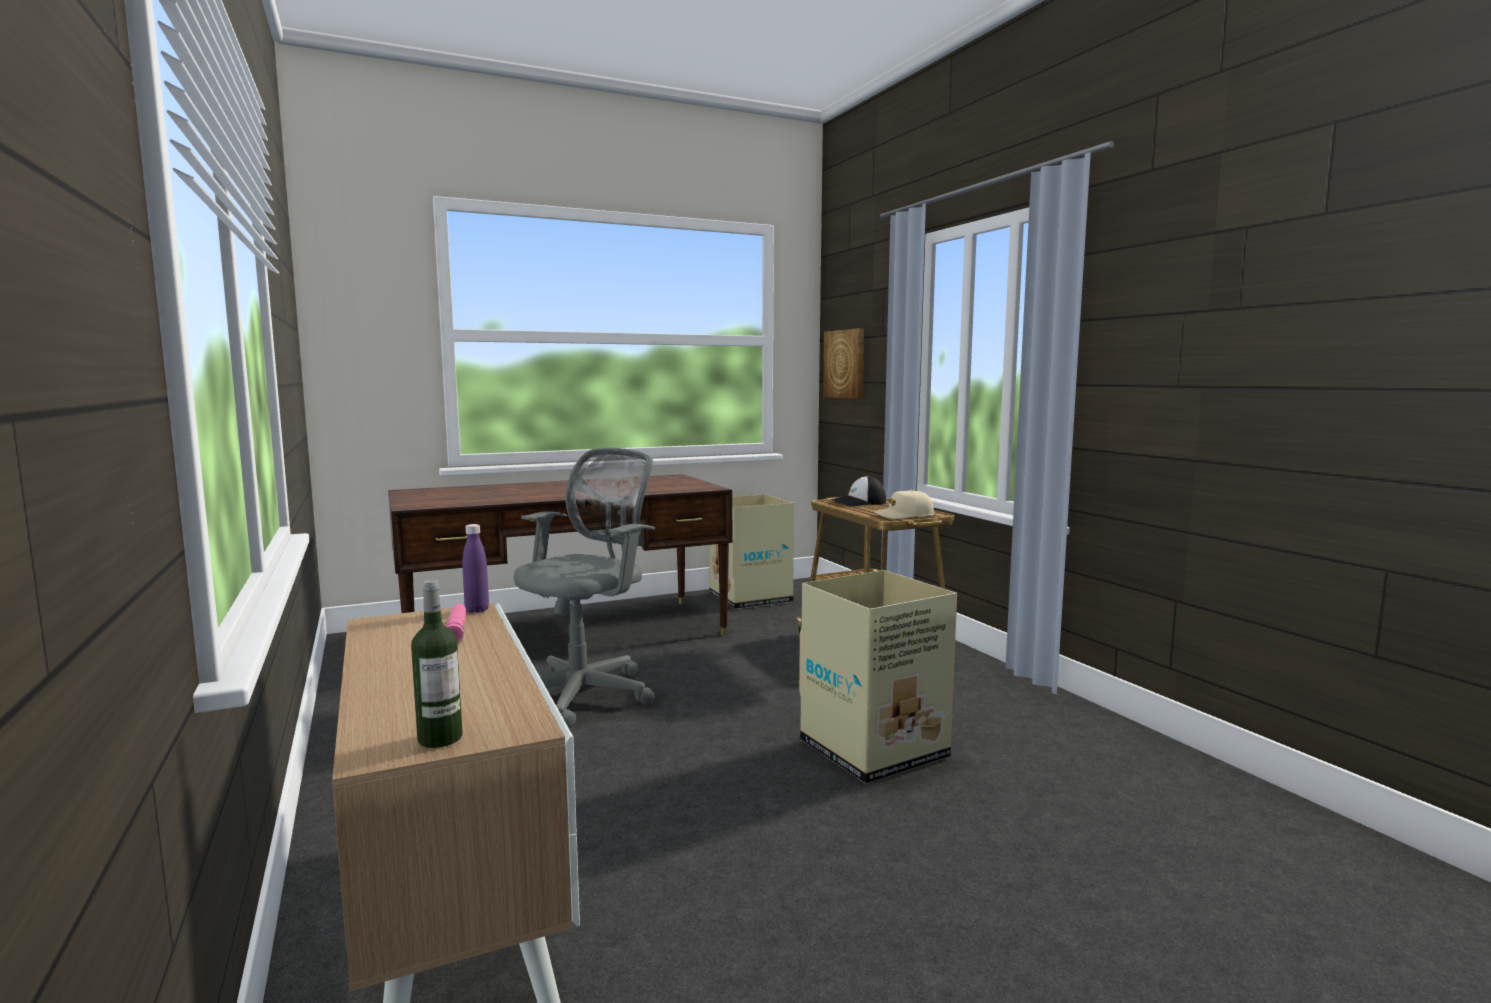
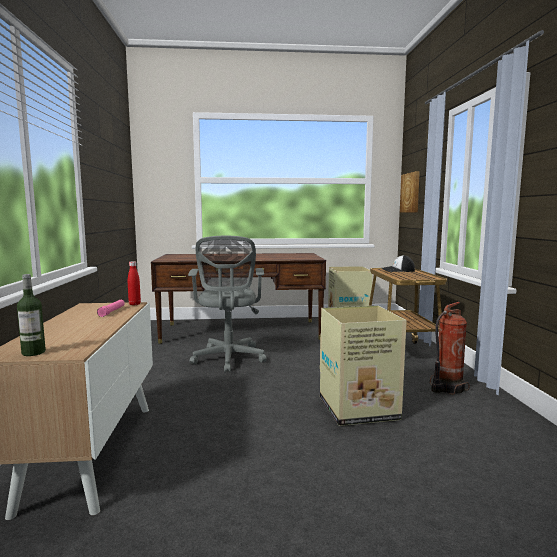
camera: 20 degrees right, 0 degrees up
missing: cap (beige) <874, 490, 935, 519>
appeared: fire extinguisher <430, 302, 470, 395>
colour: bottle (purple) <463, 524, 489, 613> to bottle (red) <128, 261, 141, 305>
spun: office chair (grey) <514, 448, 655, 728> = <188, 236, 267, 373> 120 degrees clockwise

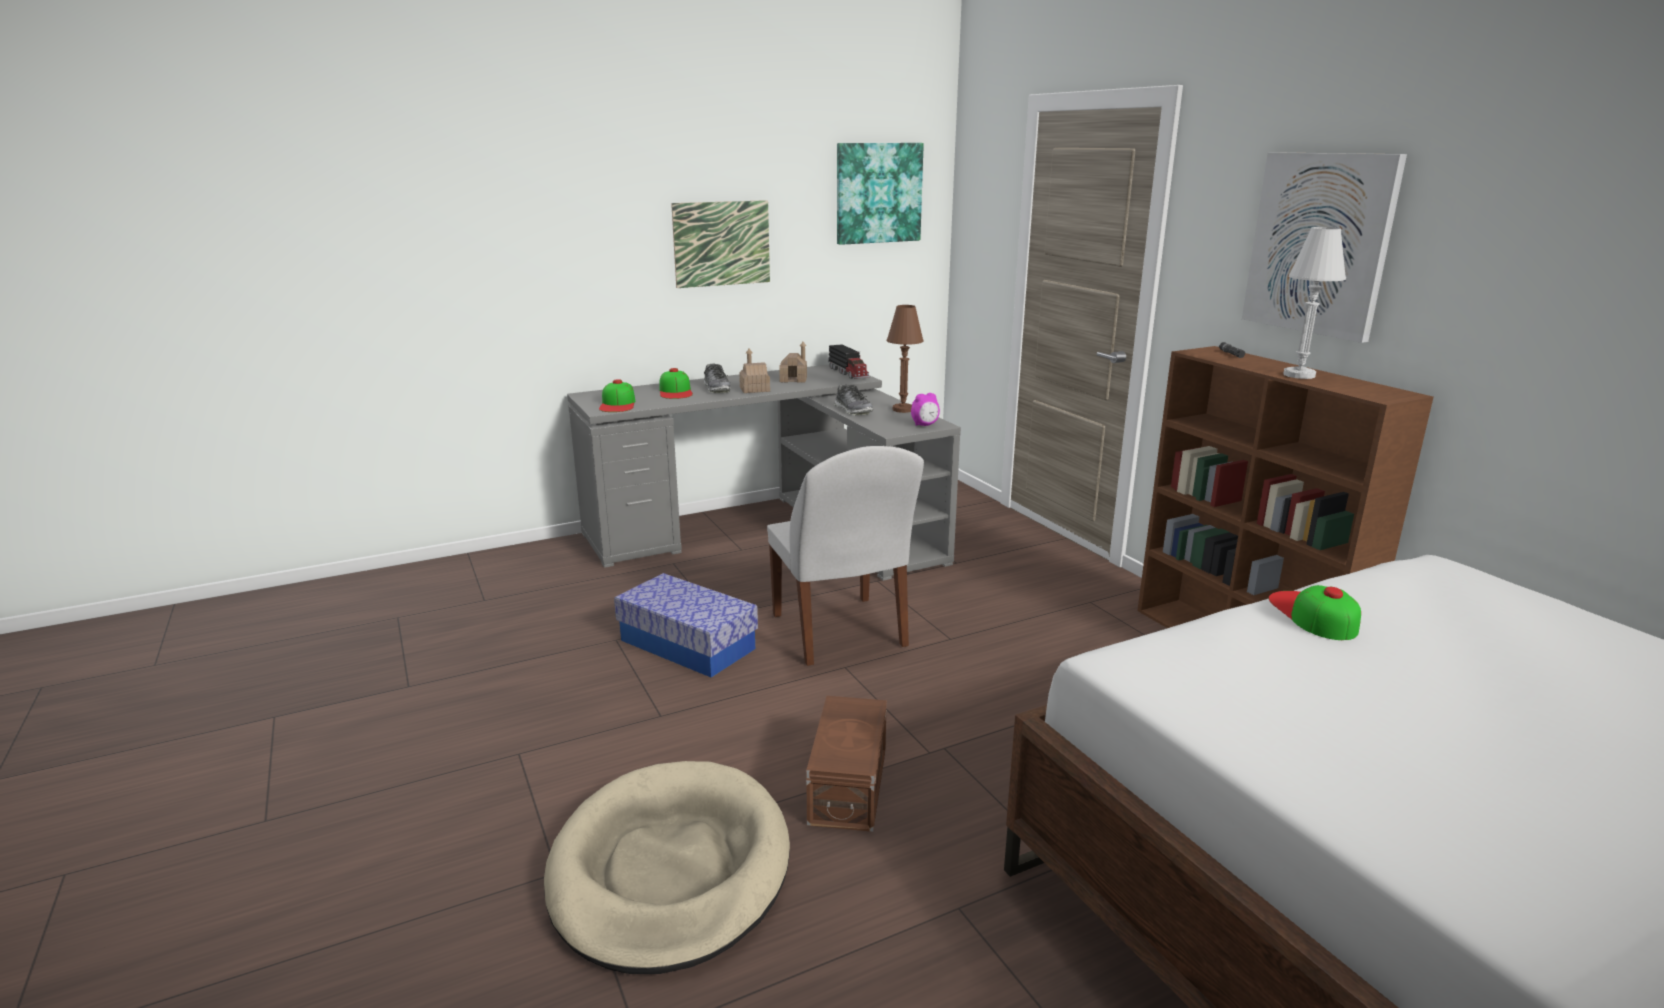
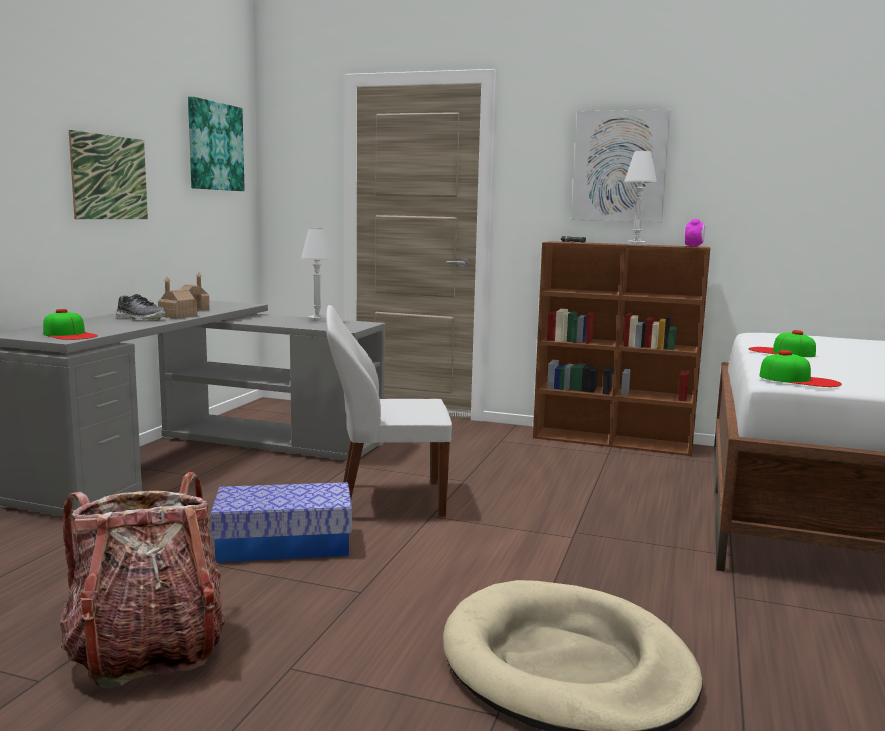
camera: 45 degrees left, 10 degrees down
missing: storage box (brown) <806, 696, 887, 832>; toy truck <828, 344, 870, 379>; shoe <834, 384, 873, 415>
appeared: backpack <60, 472, 226, 689>
relocated: cap <659, 368, 693, 399> to <759, 350, 842, 387>; alarm clock <911, 393, 940, 426> to <685, 219, 705, 247>
colour: table lamp (brown) <887, 305, 923, 413> to table lamp (white) <301, 228, 333, 321>
spun: chair (white) <767, 446, 924, 666> = <326, 305, 452, 517> 150 degrees clockwise

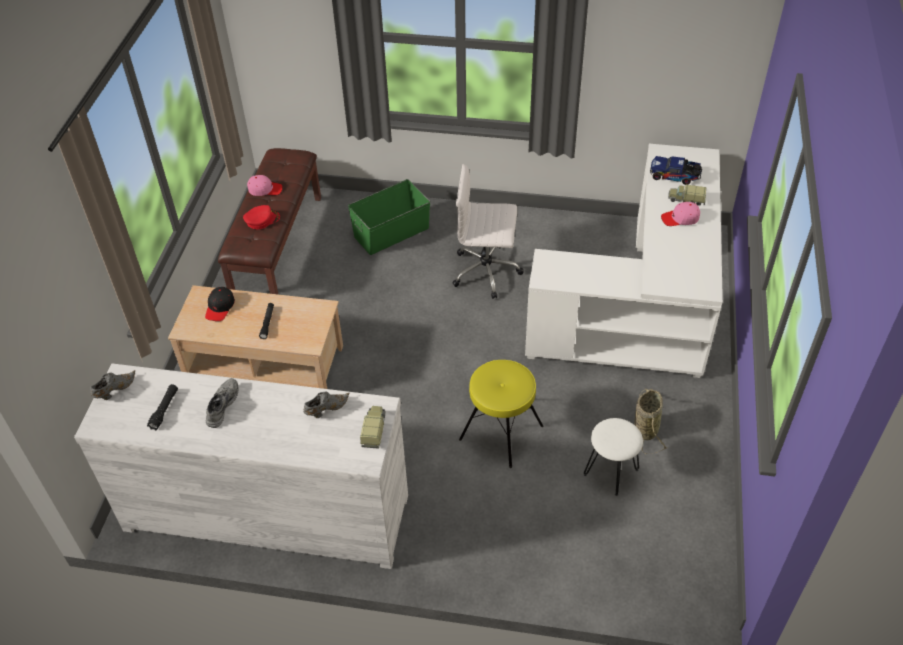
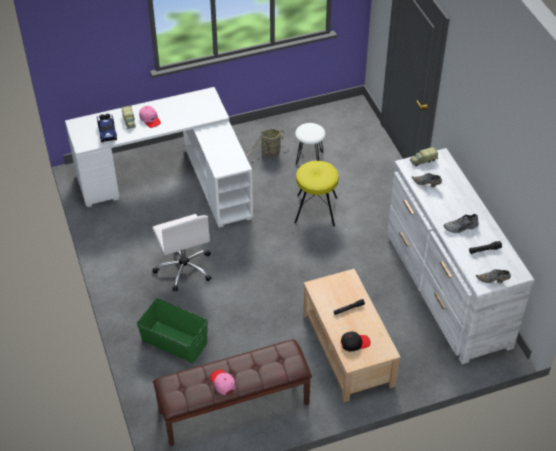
camera: 120 degrees left, 0 degrees up
missing: cap (red) <243, 205, 280, 229>

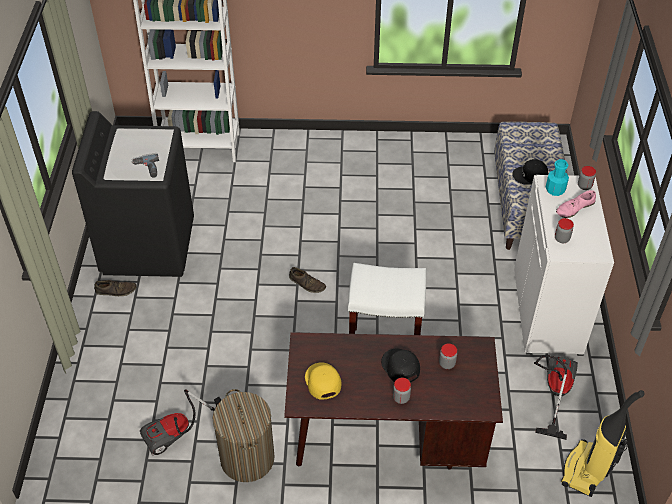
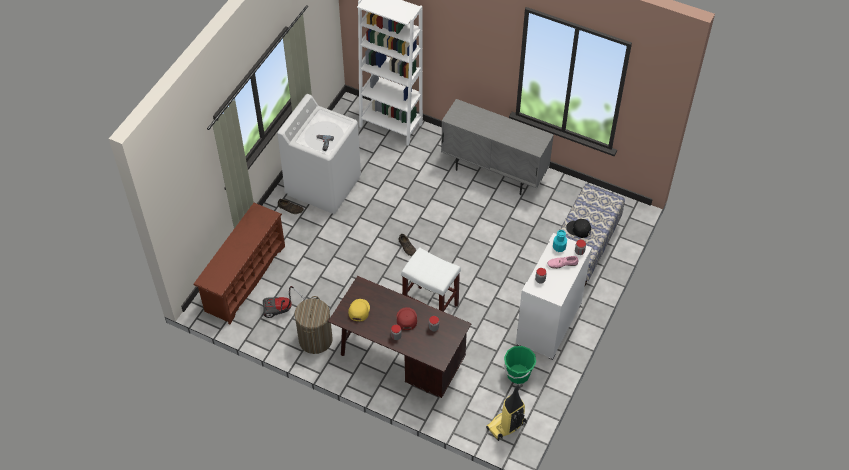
camera: 25 degrees right, 5 degrees up
appeared: shoe rack (brown) <193, 203, 285, 325>; cabinet (grey) <441, 99, 554, 195>
exchanged: vacuum cleaner <534, 355, 578, 440> to bucket (green) <504, 346, 536, 384>
colour: washing machine (black) <72, 111, 194, 277> to washing machine (white) <277, 94, 361, 214>; cap (black) <381, 349, 420, 382> to cap (red) <397, 307, 417, 330>

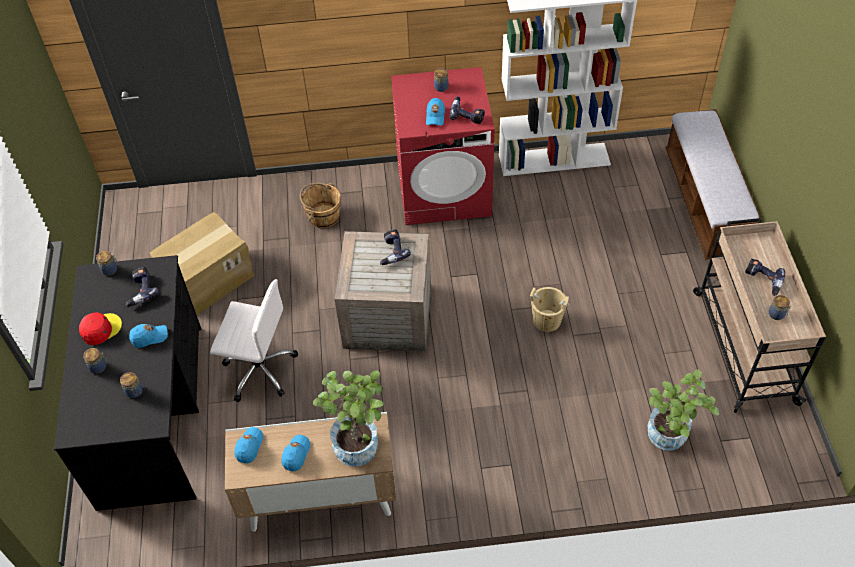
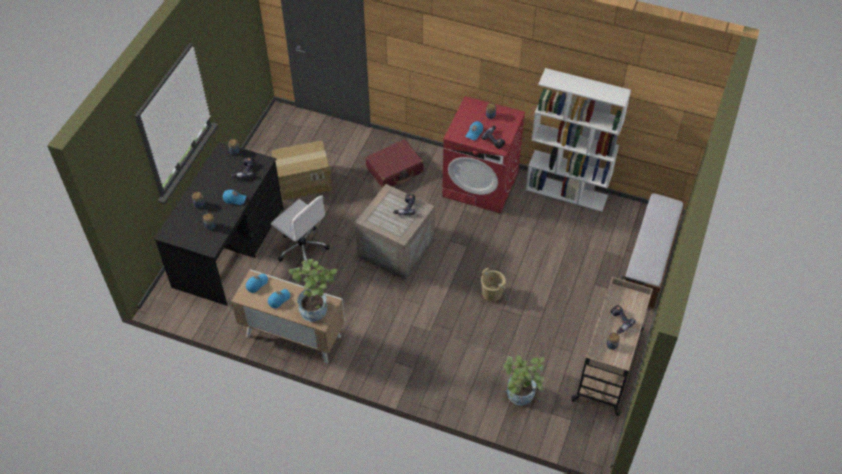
camera: 25 degrees right, 0 degrees up
missing: cap (red) <79, 312, 122, 345>
exchanged: bucket (brown) <300, 183, 341, 228> to suitcase (red) <365, 139, 424, 188>

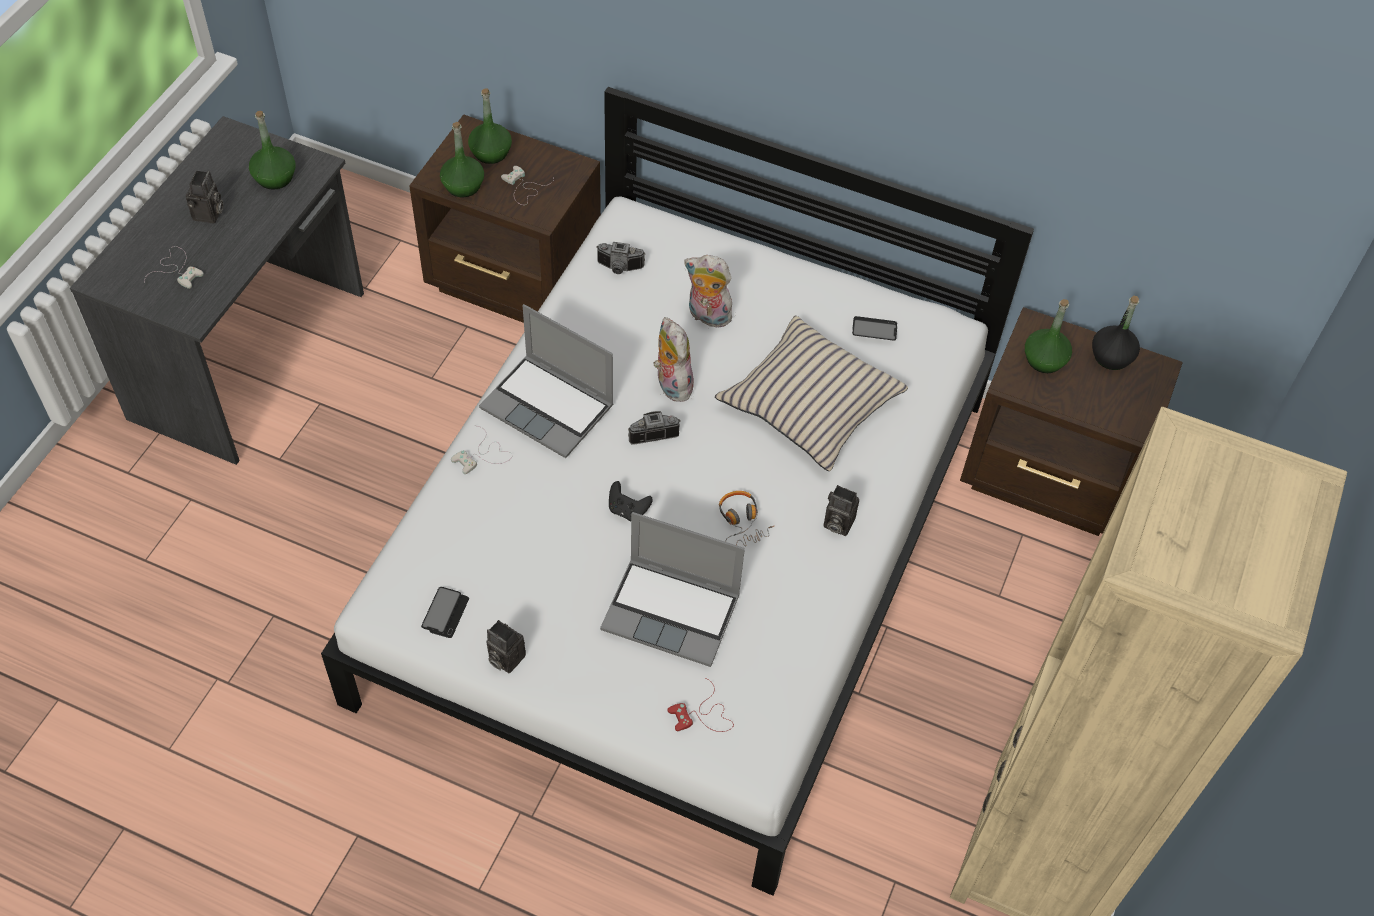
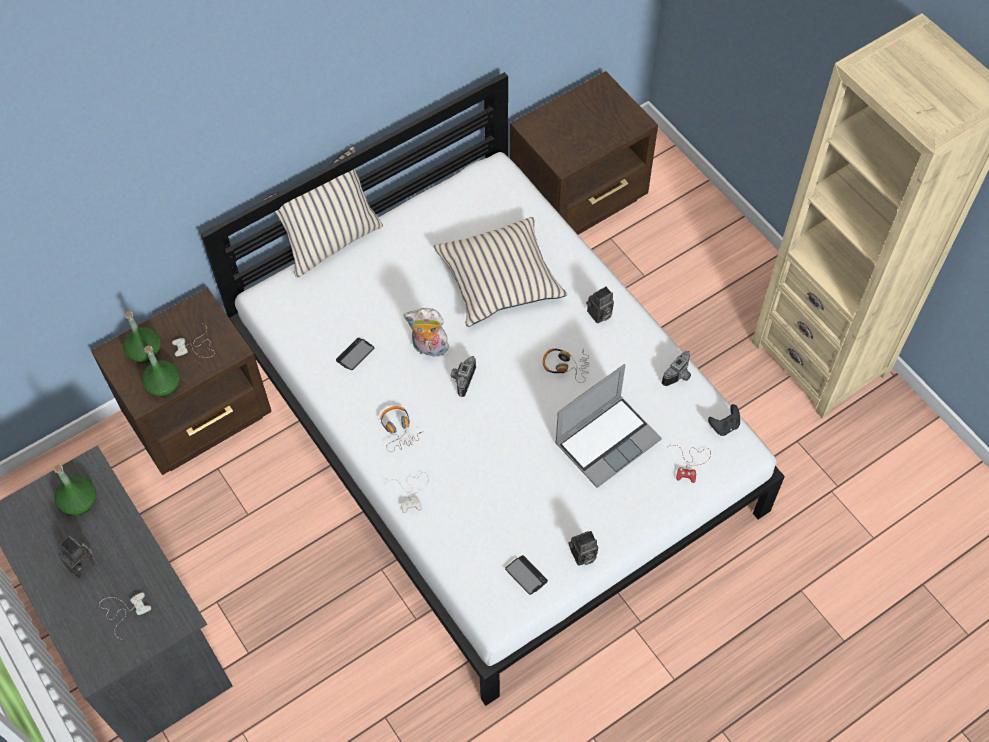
camera: 55 degrees left, 5 degrees up
missing: plush toy <684, 255, 732, 327>; bottle (green) <1025, 299, 1072, 373>; bottle (black) <1092, 296, 1140, 370>
appeared: pillow (beige) <264, 146, 383, 278>
relocated: photo camera <596, 242, 645, 274> to <662, 351, 691, 386>; game controller (black) <609, 481, 653, 521> to <708, 404, 740, 436>; phone <852, 316, 897, 341> to <336, 338, 374, 370>
exchanged: laptop <479, 304, 614, 458> to headphones <380, 406, 422, 452>

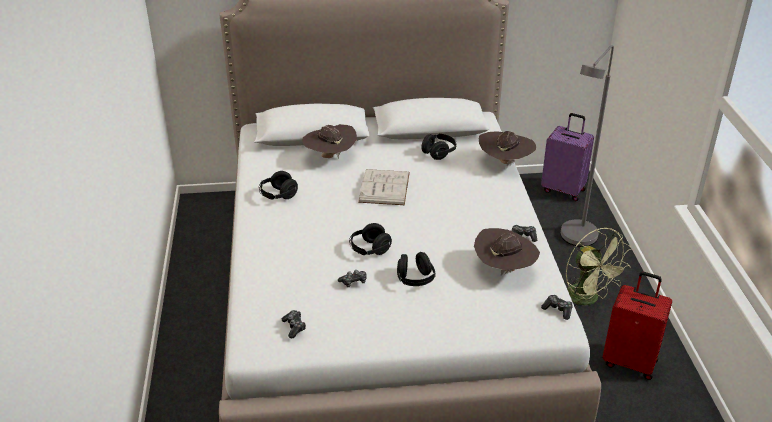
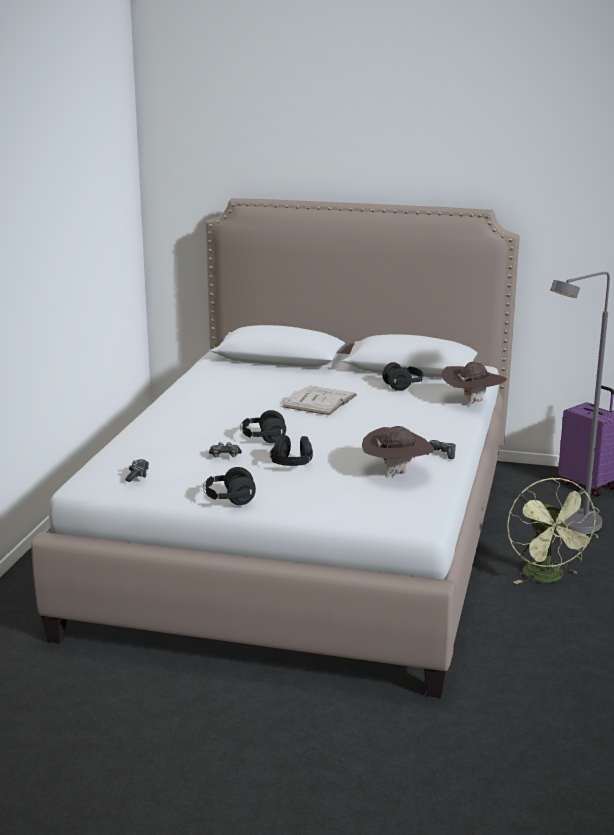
camera: 20 degrees right, 15 degrees down
missing: hat (brown) <302, 124, 357, 159>; game controller <541, 295, 573, 320>; suitcase (red) <602, 272, 672, 380>
relocated: headphones (black) <259, 171, 298, 200> to <203, 467, 256, 505>

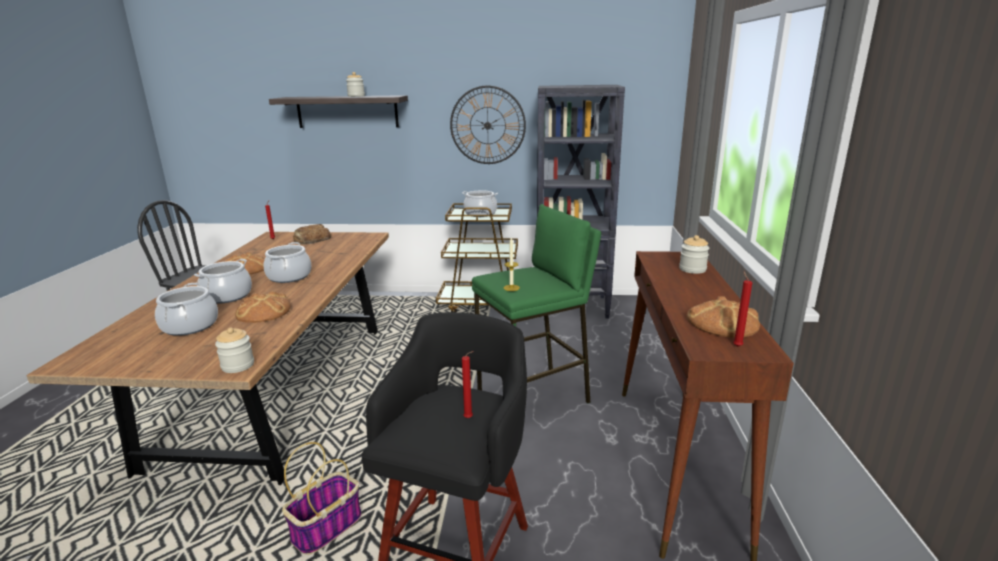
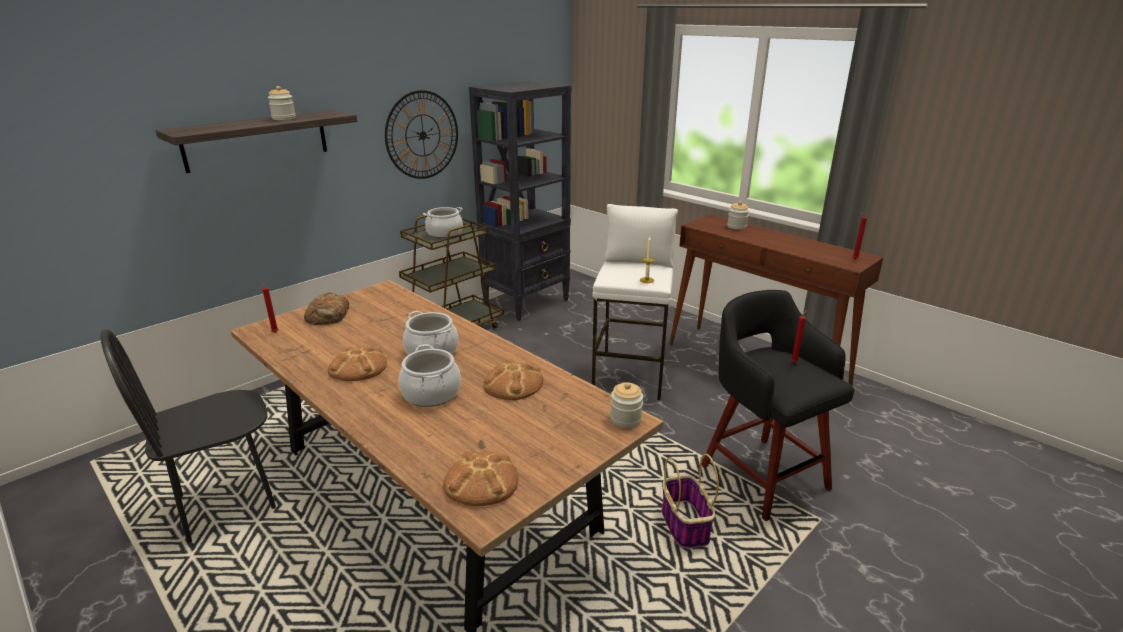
camera: 50 degrees left, 5 degrees up
missing: cooking pot <155, 283, 218, 336>
relocated: bread <686, 296, 760, 338> to <443, 451, 519, 506>
colour: stool (green) <472, 204, 601, 403> to stool (white) <592, 204, 678, 401>

